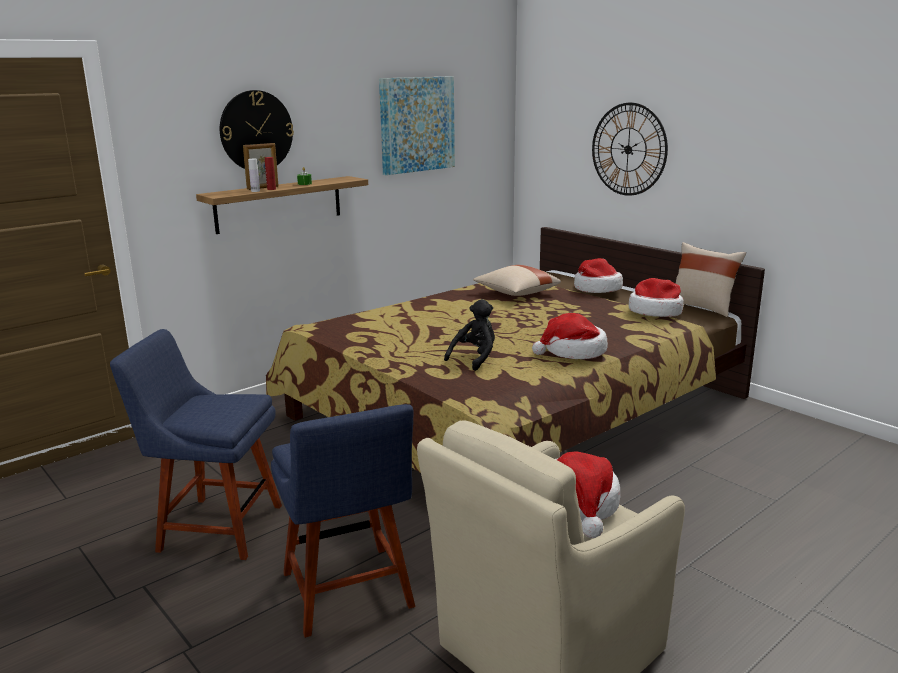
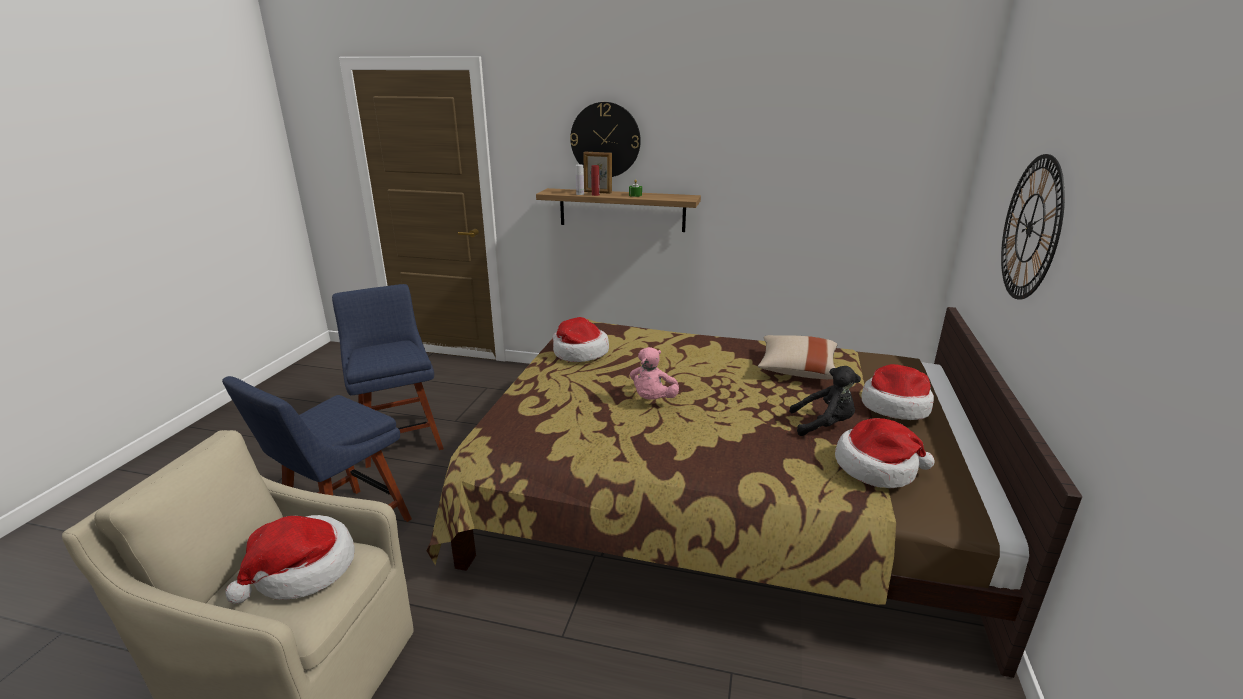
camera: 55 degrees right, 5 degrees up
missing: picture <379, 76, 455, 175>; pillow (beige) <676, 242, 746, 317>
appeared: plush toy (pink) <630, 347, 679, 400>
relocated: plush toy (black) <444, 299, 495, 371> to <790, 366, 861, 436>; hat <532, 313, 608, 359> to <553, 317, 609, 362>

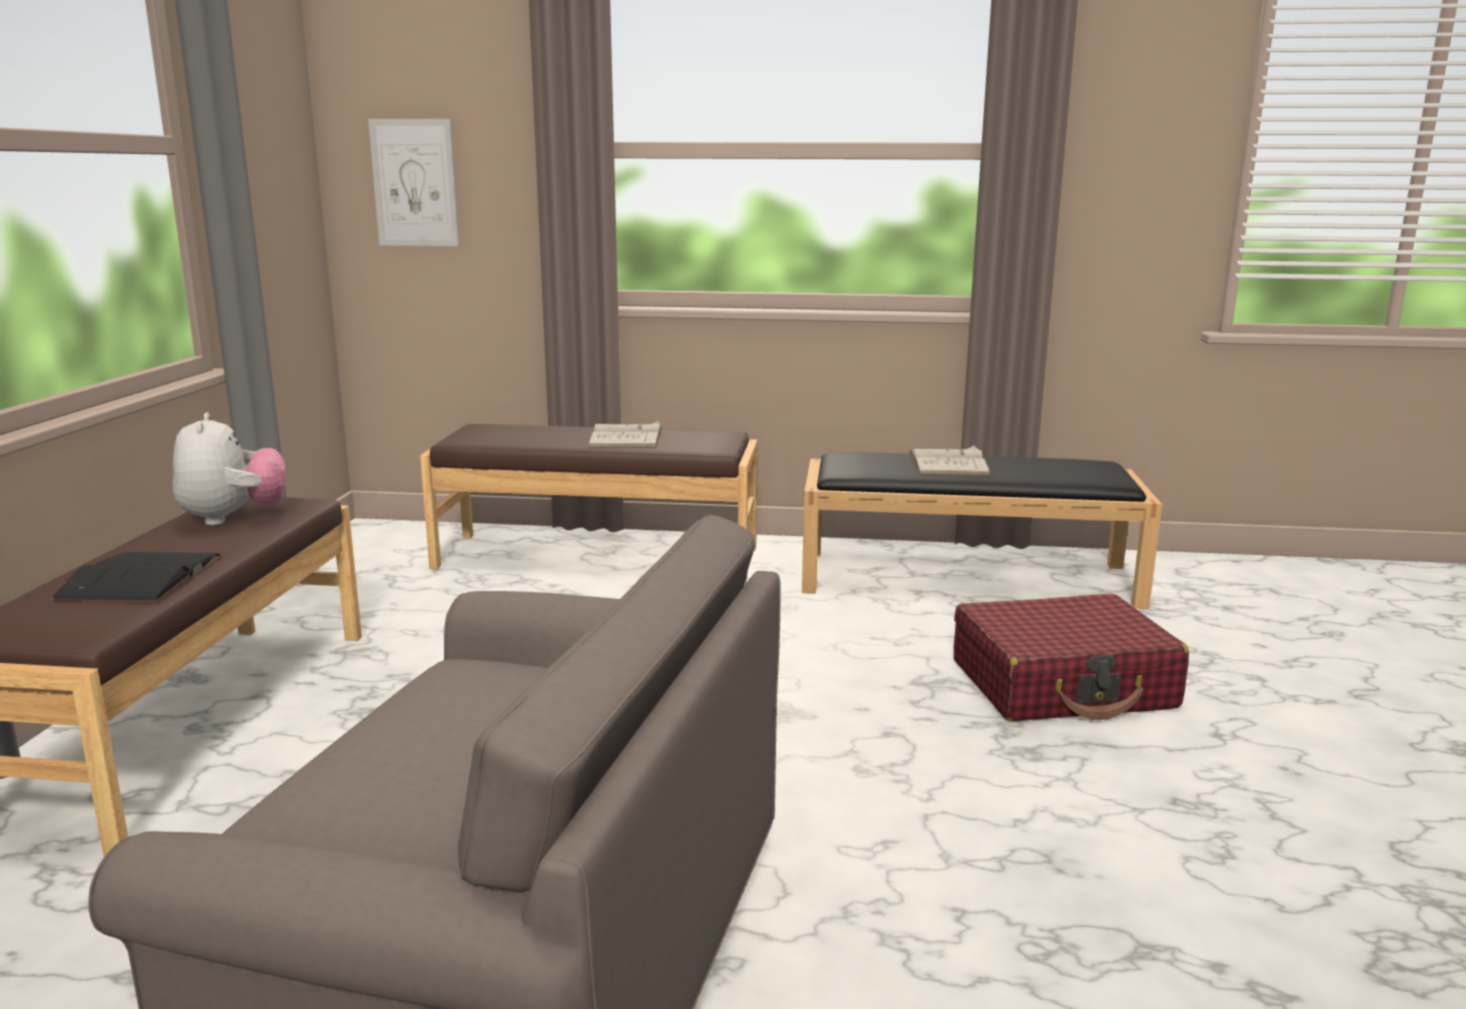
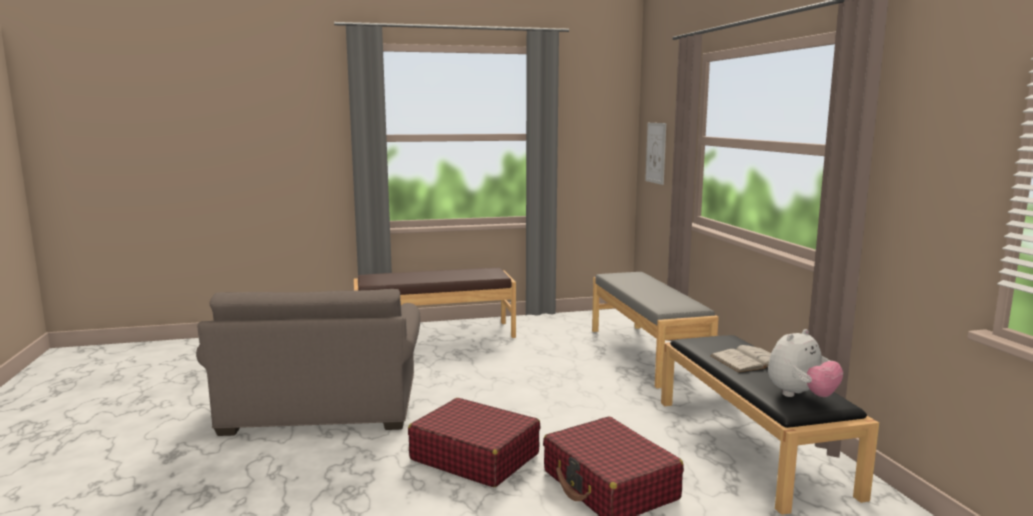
camera: 70 degrees right, 5 degrees down
missing: book (black) <51, 552, 223, 603>; book (white) <588, 420, 663, 448>
appeared: suitcase (red) <408, 398, 541, 487>
relocated: plush toy <173, 412, 286, 526> to <768, 329, 843, 397>
colour: bench (brown) <420, 424, 758, 584> to bench (grey) <592, 272, 719, 389>

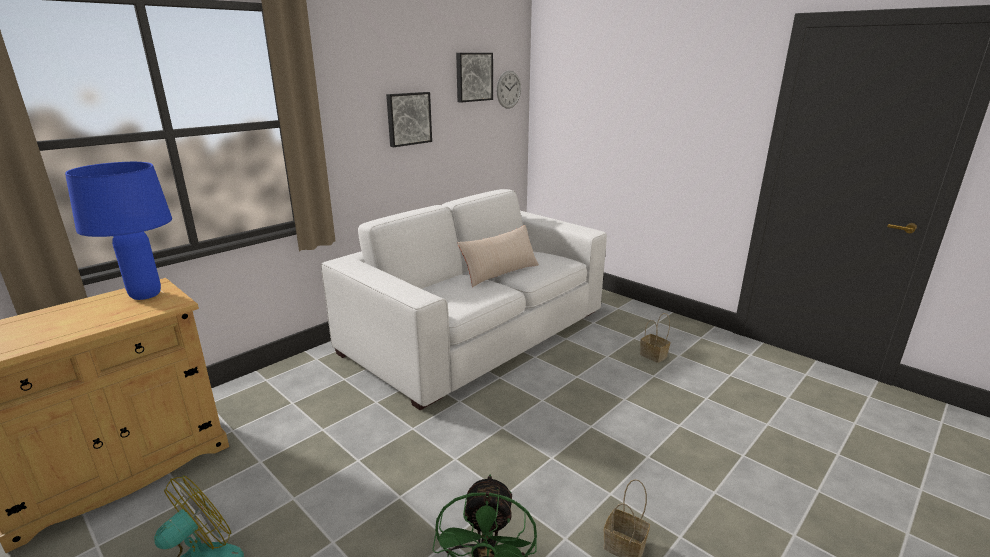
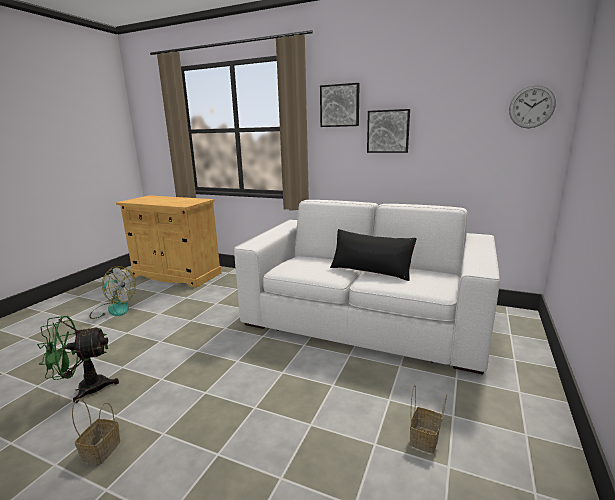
camera: 70 degrees right, 5 degrees down
missing: table lamp (blue) <65, 162, 172, 300>
relocated: picture <456, 53, 493, 103> to <320, 83, 360, 127>
colour: pillow (beige) <458, 225, 539, 287> to pillow (black) <330, 229, 417, 281>

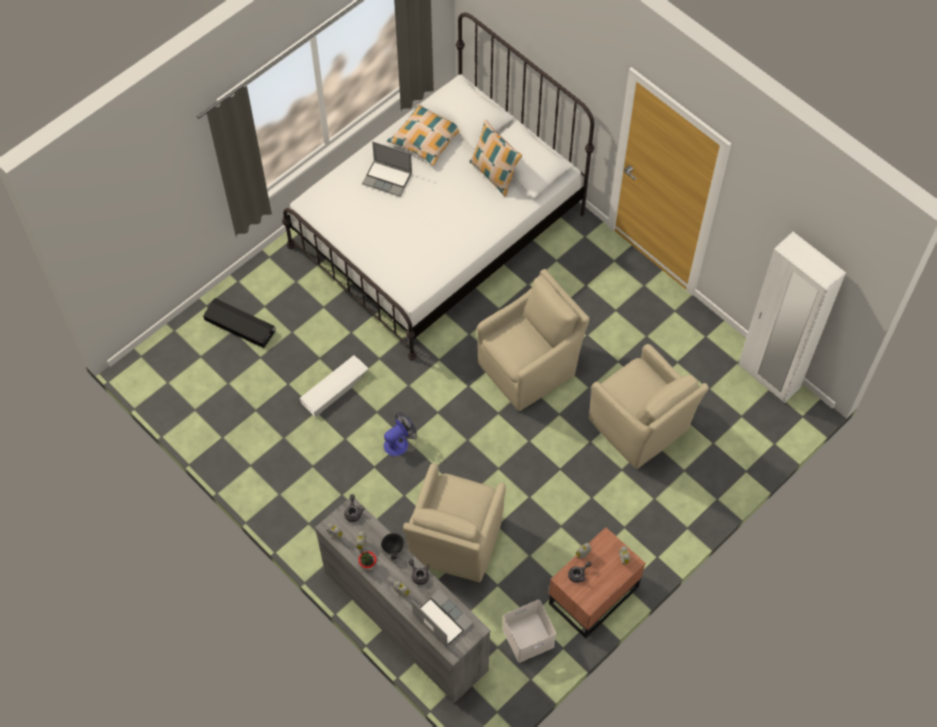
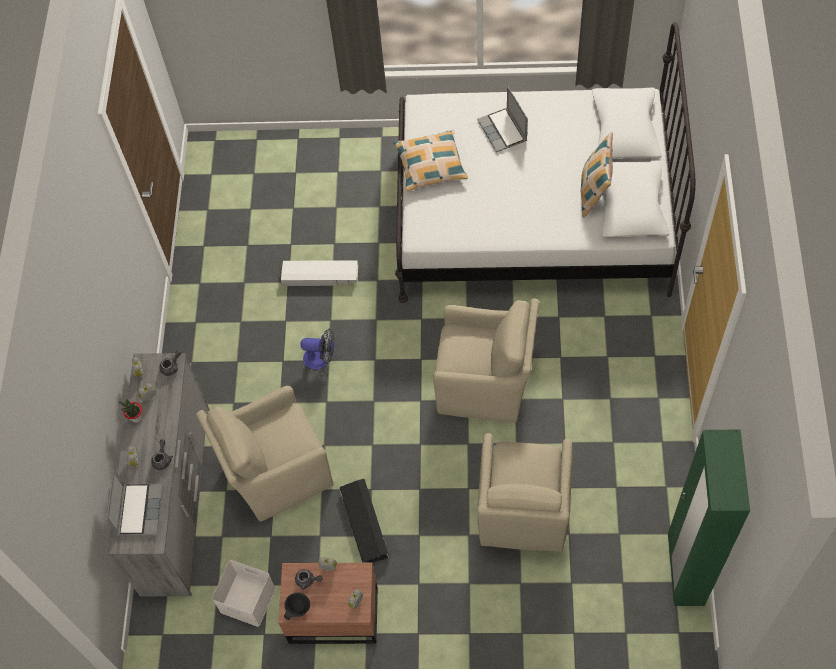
camera: 50 degrees right, 0 degrees up
relocated: storage box (black) <203, 298, 276, 348> to <340, 479, 389, 563>; bowl (black) <381, 533, 404, 559> to <284, 593, 310, 620>; pillow <387, 104, 459, 165> to <393, 130, 468, 191>
colour: wardrobe (white) <738, 232, 846, 403> to wardrobe (green) <668, 429, 750, 606>

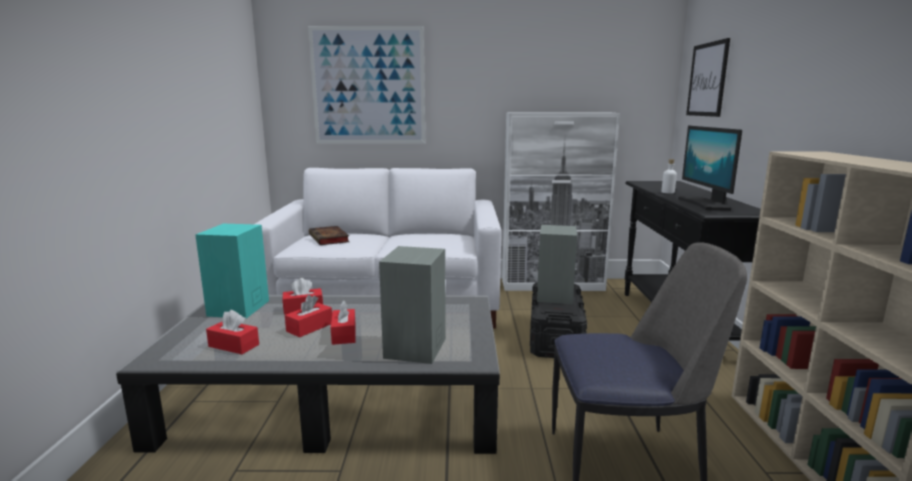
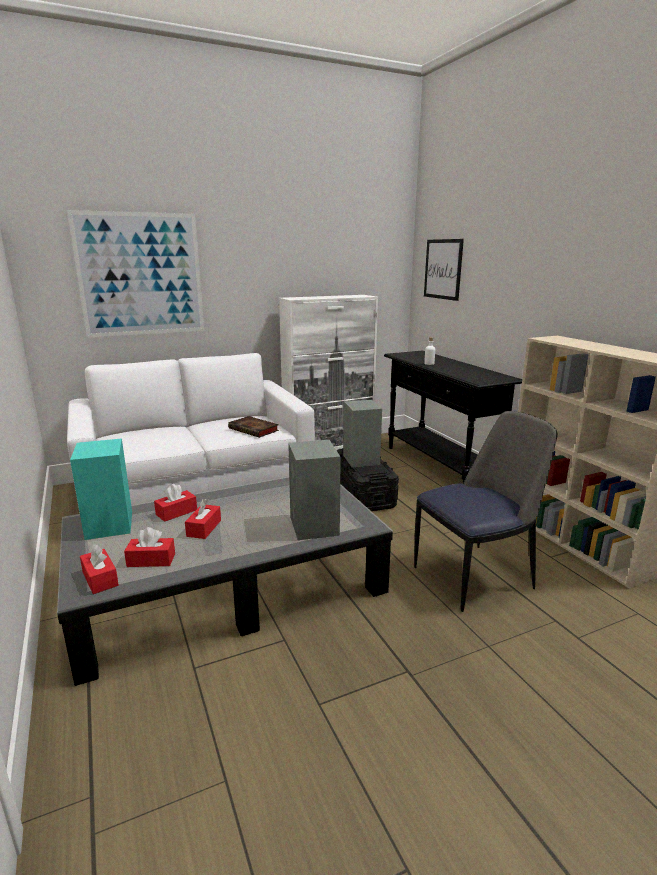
camera: 25 degrees left, 5 degrees up
missing: monitor <678, 126, 742, 211>
relocated: book <309, 226, 349, 245> to <228, 416, 279, 438>; tissue box (red) <331, 301, 356, 345> to <80, 544, 119, 594>

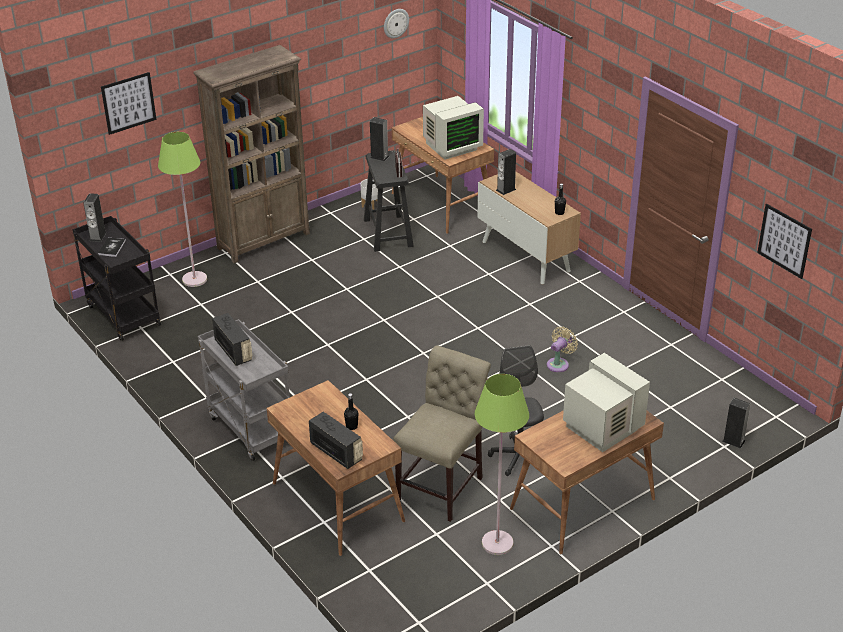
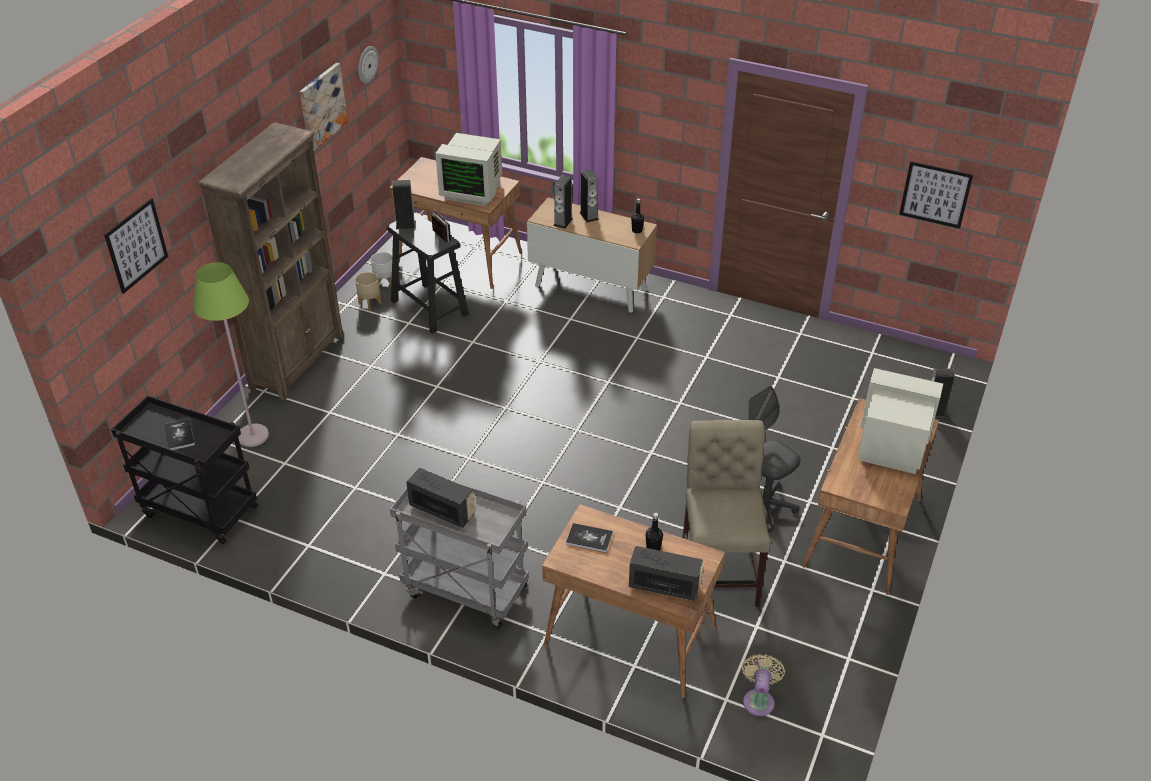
camera: 30 degrees left, 5 degrees up
missing: floor lamp (green) <475, 374, 529, 555>
appeared: picture <300, 63, 348, 151>; planter (beige) <355, 272, 381, 310>; book <566, 523, 613, 553>
relocated: speaker <83, 193, 106, 242> to <580, 170, 599, 223>; fan (beige) <547, 327, 578, 372> to <742, 654, 785, 716>
spun: monitor <423, 96, 484, 160> = <435, 133, 502, 206> 75 degrees clockwise

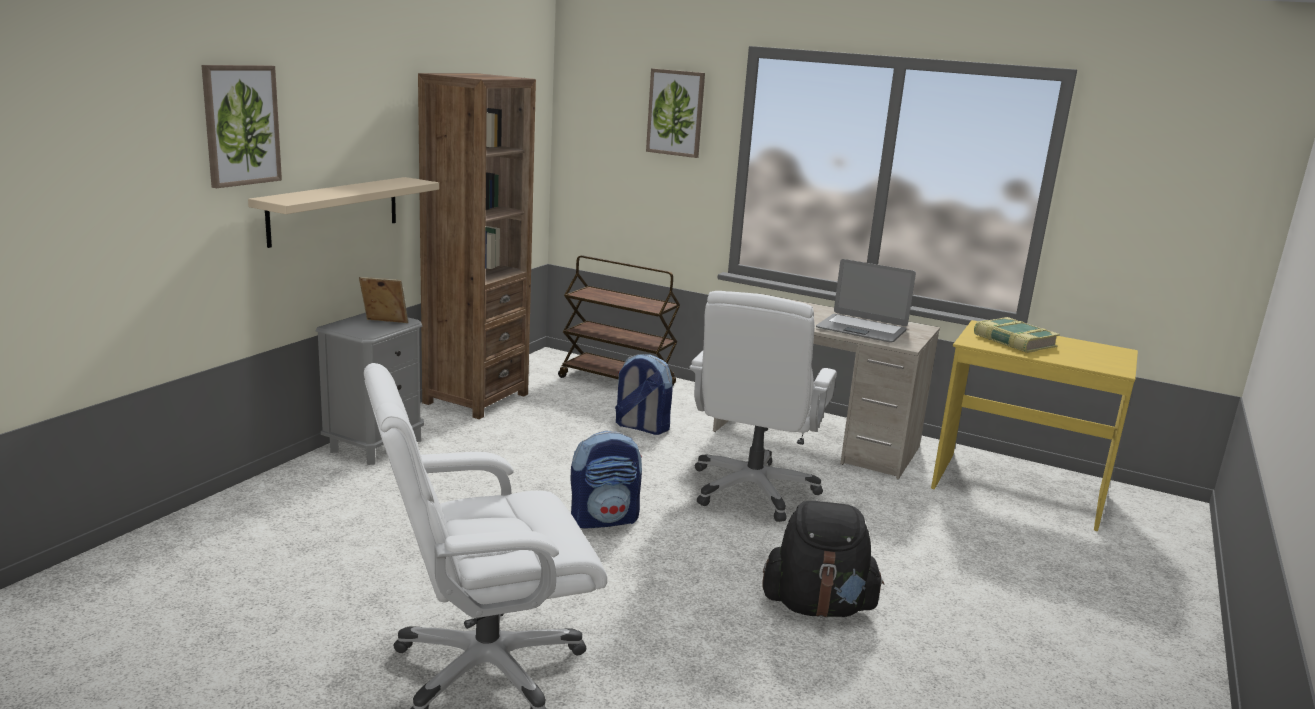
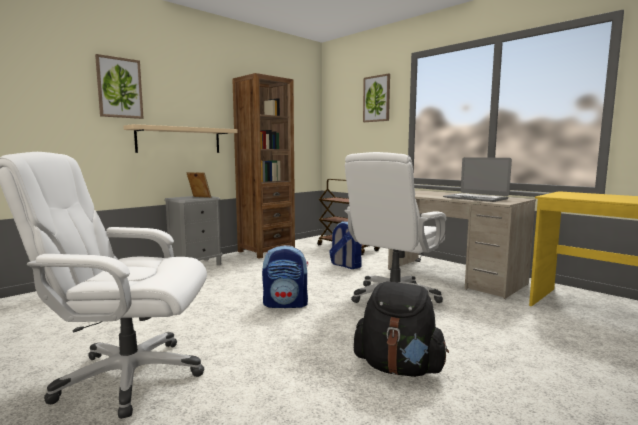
camera: 20 degrees right, 10 degrees down
missing: book <974, 317, 1060, 353>

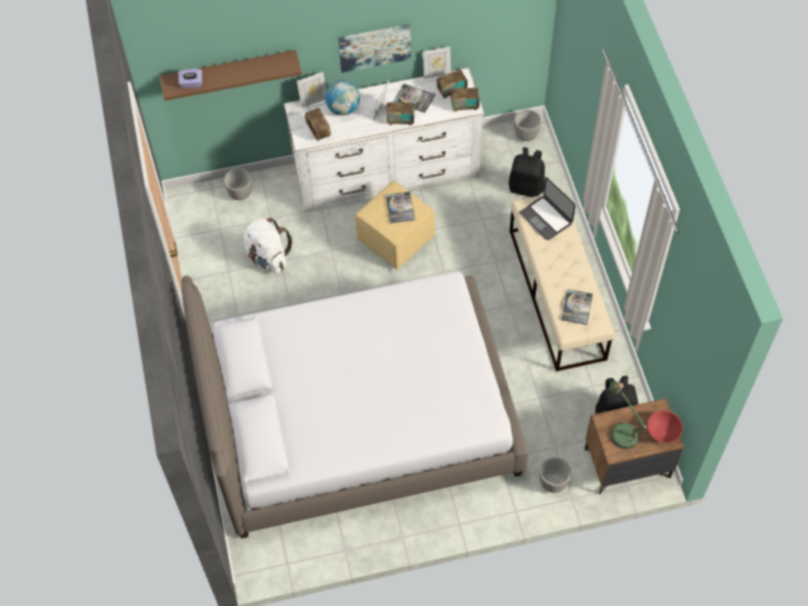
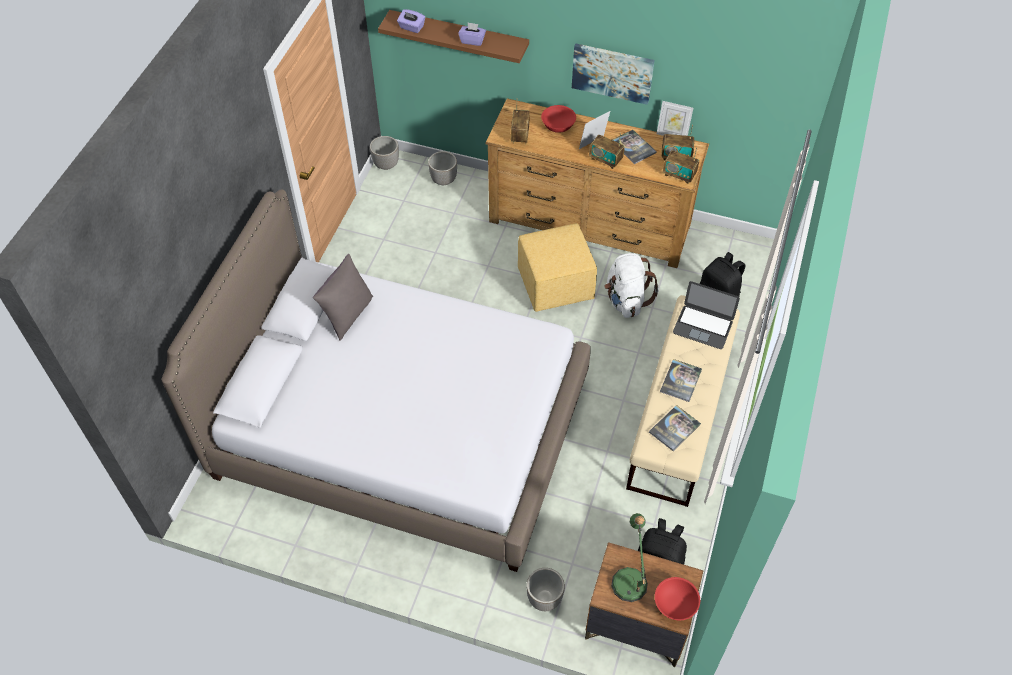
camera: 30 degrees right, 5 degrees down
missing: picture frame <297, 72, 326, 108>
appeared: pillow (grey) <313, 254, 373, 341>; tissue box (purple) <458, 22, 486, 46>
relocated: backpack (white) <244, 218, 292, 273> to <605, 253, 659, 318>; book <386, 192, 415, 223> to <660, 359, 702, 402>; planter <514, 109, 541, 141> to <370, 136, 399, 170>
exchanged: globe <325, 80, 360, 116> to bowl (red) <541, 105, 576, 133>
colour: dresser (white) <284, 68, 485, 212> to dresser (brown) <486, 98, 709, 268>
spun: laptop <519, 177, 576, 241> = <673, 281, 740, 349> 60 degrees counterclockwise

